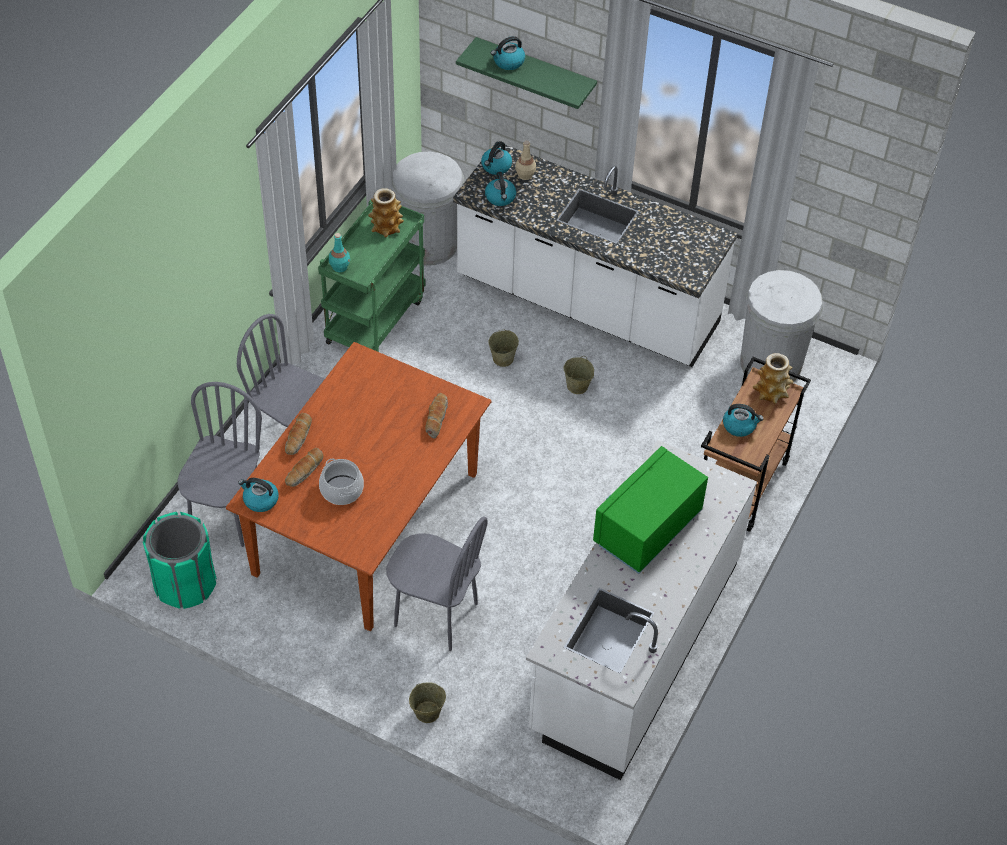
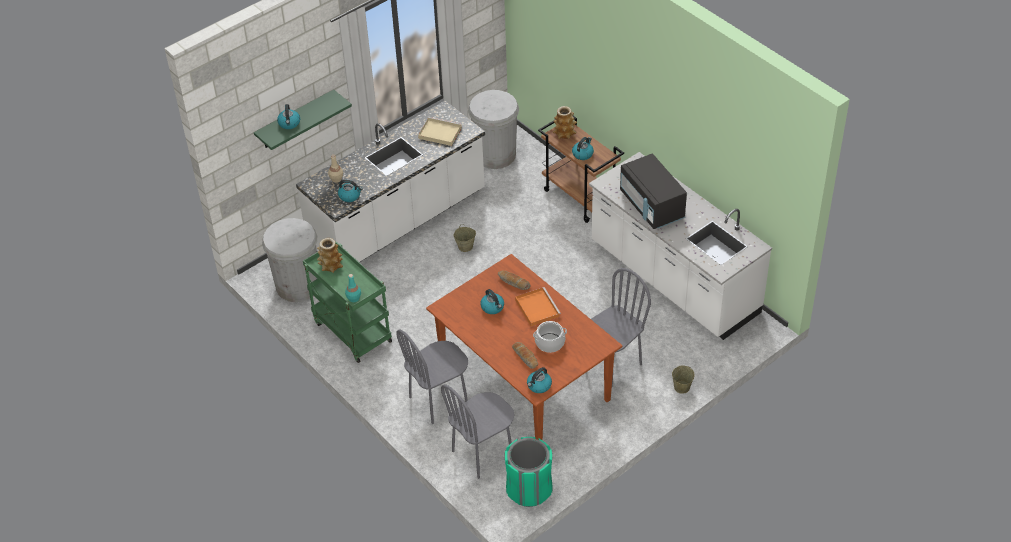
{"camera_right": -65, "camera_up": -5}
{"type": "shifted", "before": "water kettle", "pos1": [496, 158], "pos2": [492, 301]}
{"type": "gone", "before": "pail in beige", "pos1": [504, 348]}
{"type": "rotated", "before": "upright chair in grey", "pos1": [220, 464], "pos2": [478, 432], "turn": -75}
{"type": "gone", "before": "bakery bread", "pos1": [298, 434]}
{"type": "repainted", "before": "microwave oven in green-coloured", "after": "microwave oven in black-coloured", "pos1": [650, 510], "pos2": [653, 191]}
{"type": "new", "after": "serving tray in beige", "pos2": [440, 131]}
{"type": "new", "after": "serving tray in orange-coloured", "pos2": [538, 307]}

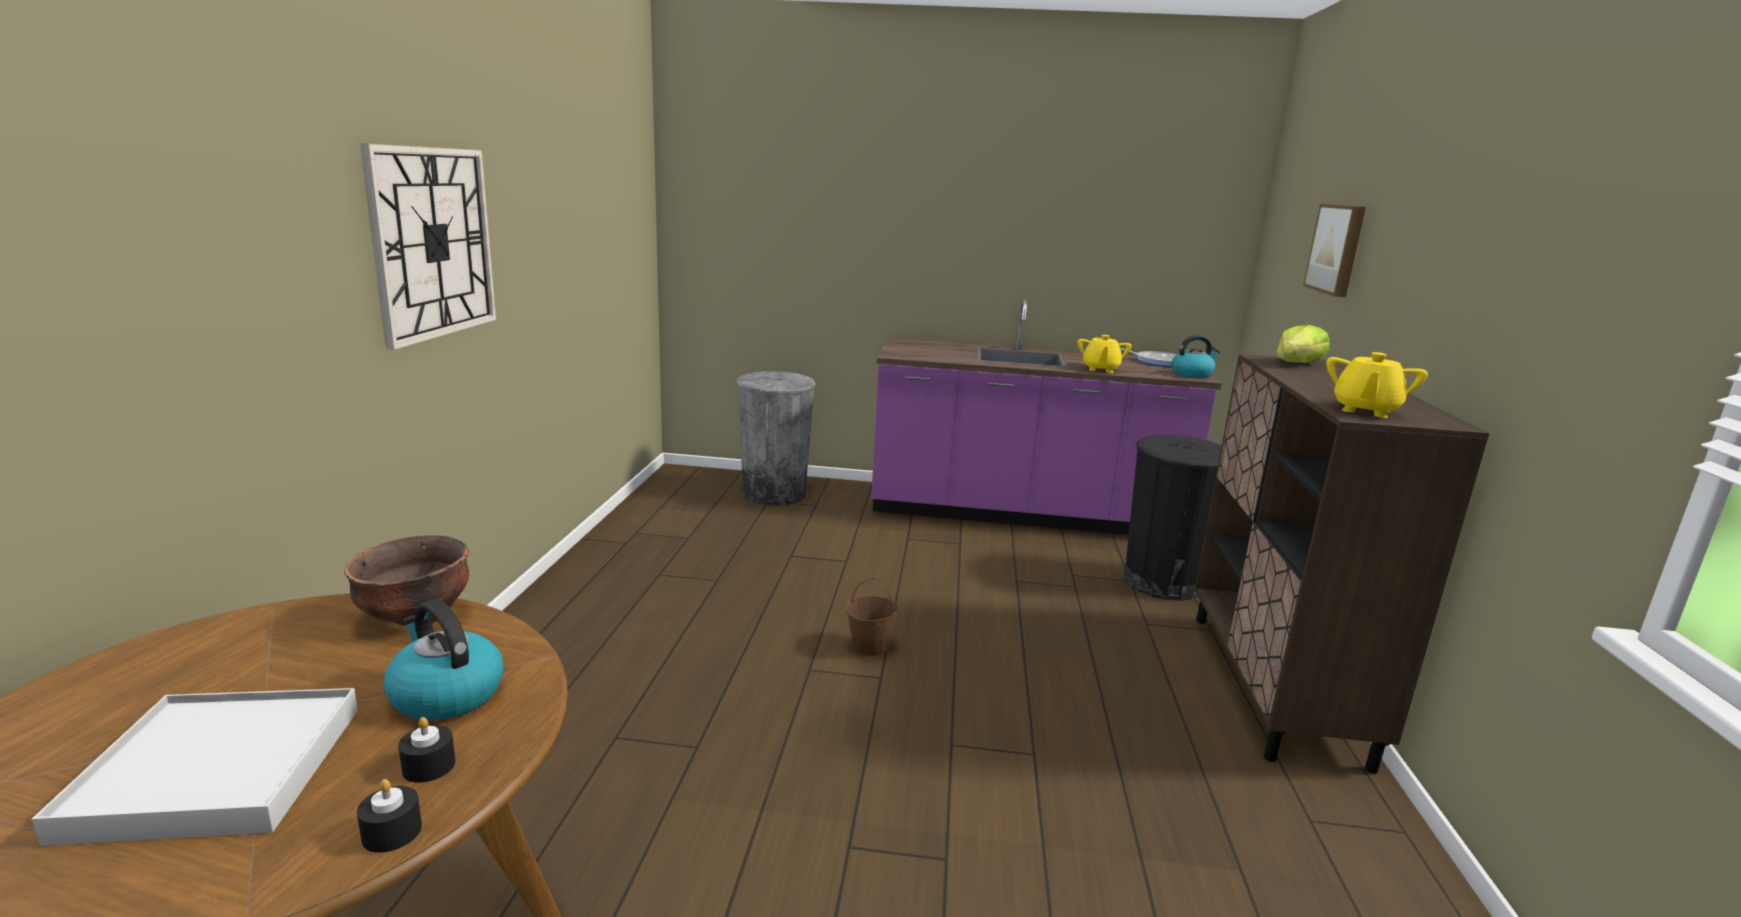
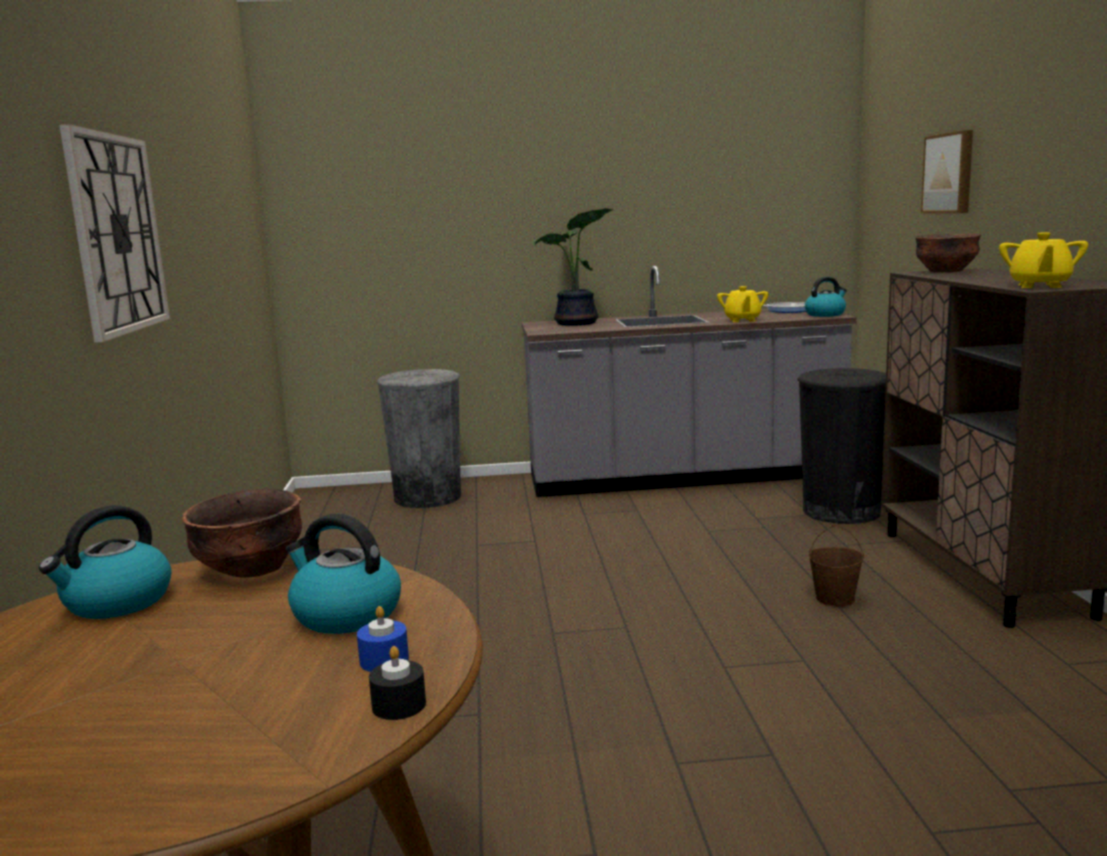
{"camera_right": -10, "camera_up": -5}
{"type": "repainted", "before": "counter in purplish", "after": "counter in grey", "pos1": [1046, 417], "pos2": [689, 381]}
{"type": "swapped", "before": "head of lettuce", "after": "bowl in brownish", "pos1": [1303, 344], "pos2": [948, 252]}
{"type": "shifted", "before": "pail in brownish", "pos1": [872, 617], "pos2": [836, 566]}
{"type": "gone", "before": "serving tray in whitish", "pos1": [195, 767]}
{"type": "repainted", "before": "candle in black-coloured", "after": "candle in blue", "pos1": [426, 750], "pos2": [383, 639]}
{"type": "new", "after": "houseplant", "pos2": [573, 267]}
{"type": "new", "after": "water kettle", "pos2": [105, 562]}

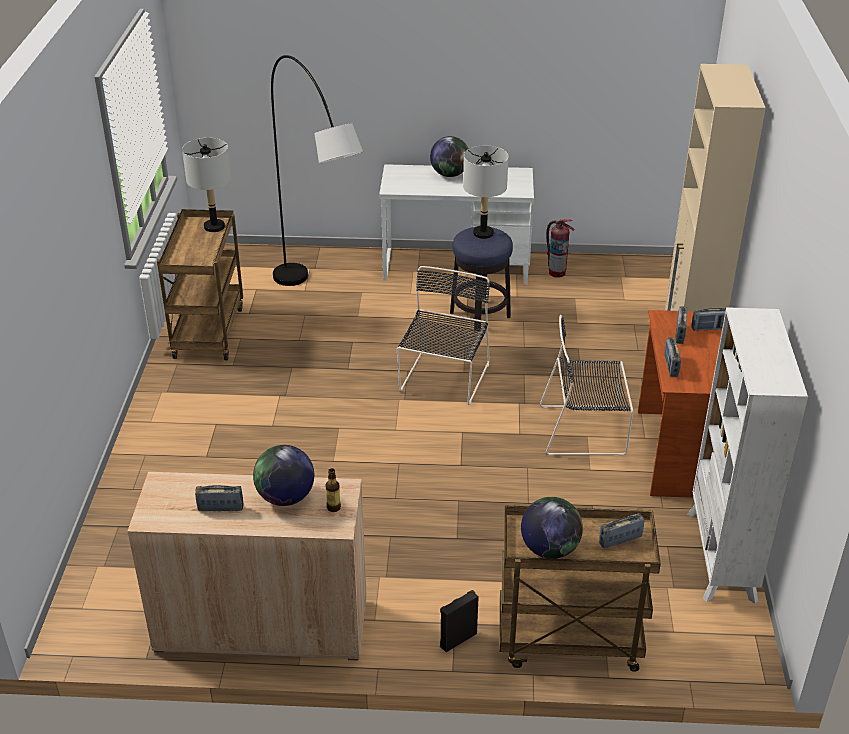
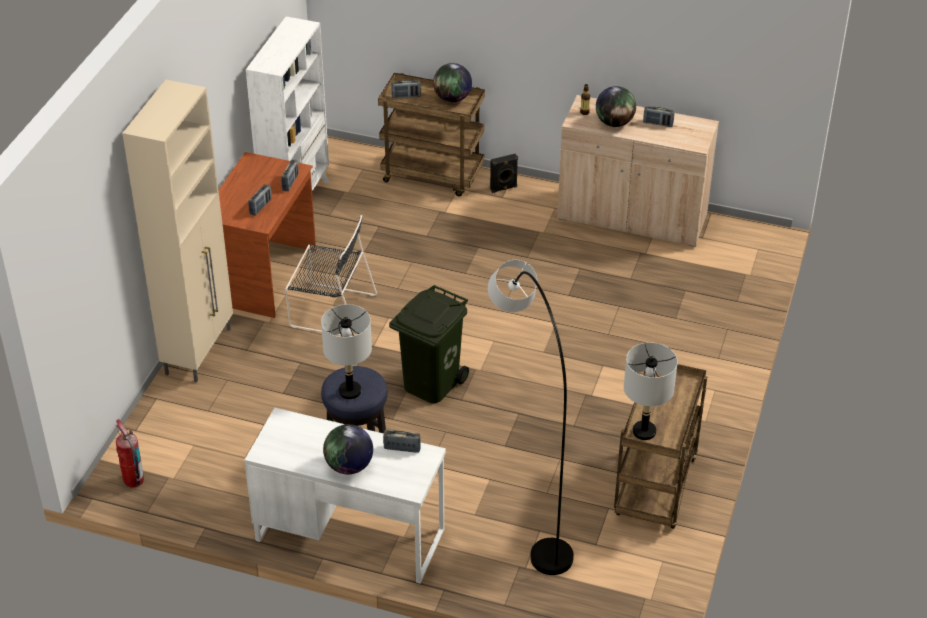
{"camera_right": -165, "camera_up": 5}
{"type": "shifted", "before": "fire-fighting cylinder", "pos1": [560, 248], "pos2": [130, 453]}
{"type": "swapped", "before": "upright chair in black-coloured", "after": "waste bin in green-coloured", "pos1": [443, 335], "pos2": [429, 344]}
{"type": "shifted", "before": "radio set", "pos1": [709, 319], "pos2": [402, 441]}

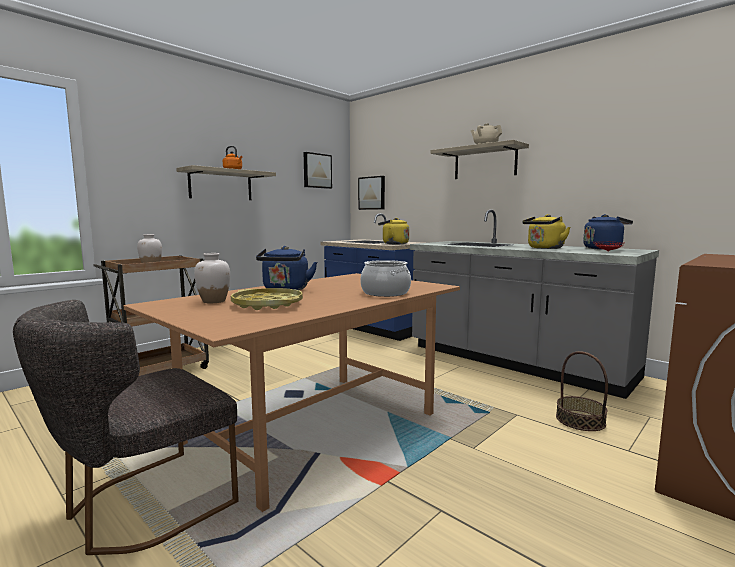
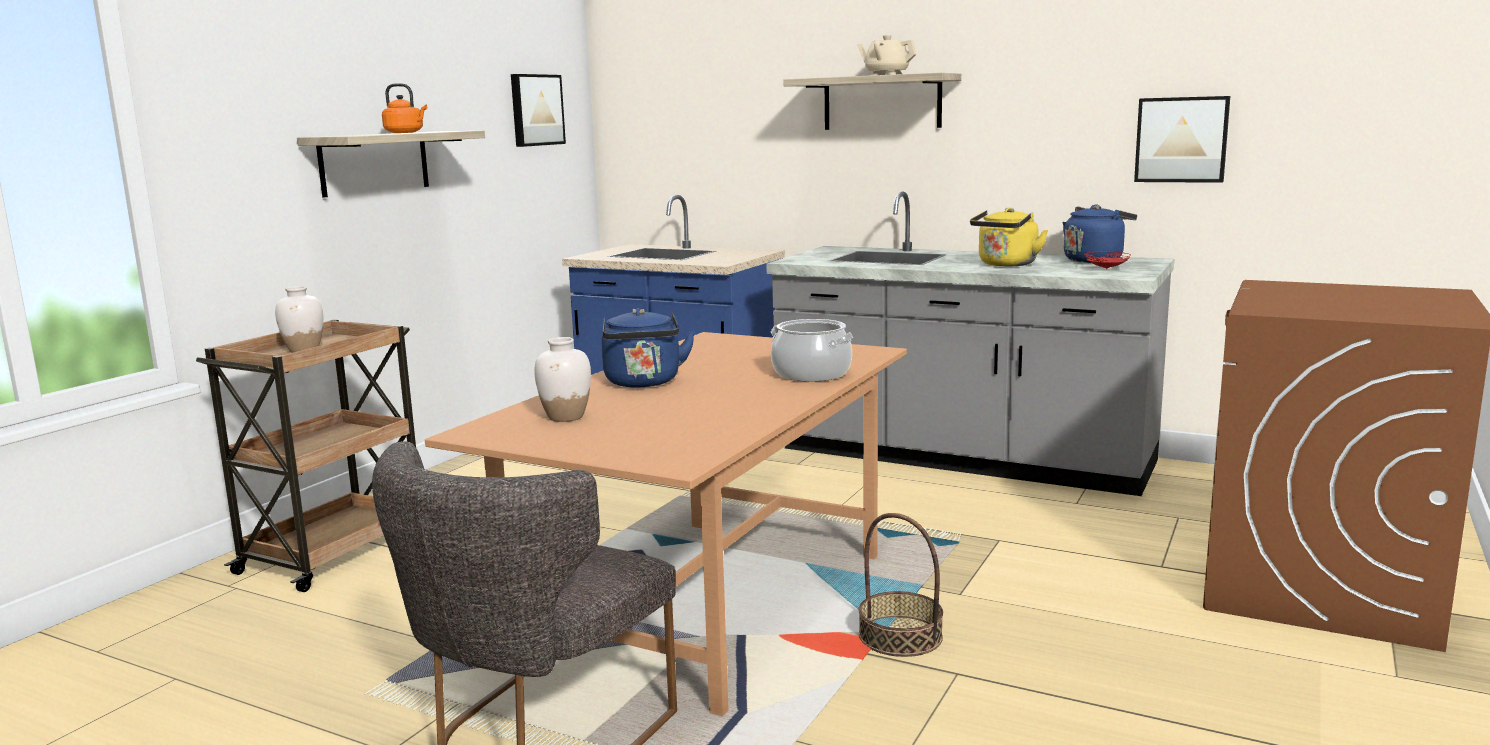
{"camera_right": -15, "camera_up": 5}
{"type": "shifted", "before": "picture", "pos1": [371, 193], "pos2": [1182, 139]}
{"type": "gone", "before": "water kettle in yellowish", "pos1": [393, 231]}
{"type": "gone", "before": "serving tray in yellowish", "pos1": [267, 299]}
{"type": "shifted", "before": "basket", "pos1": [582, 391], "pos2": [901, 585]}

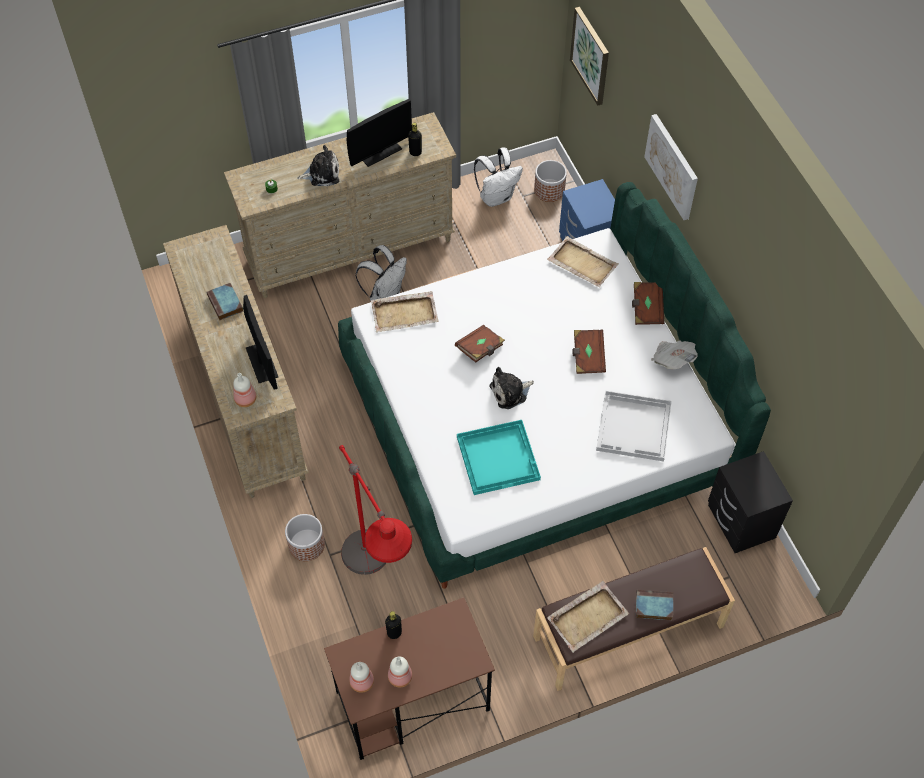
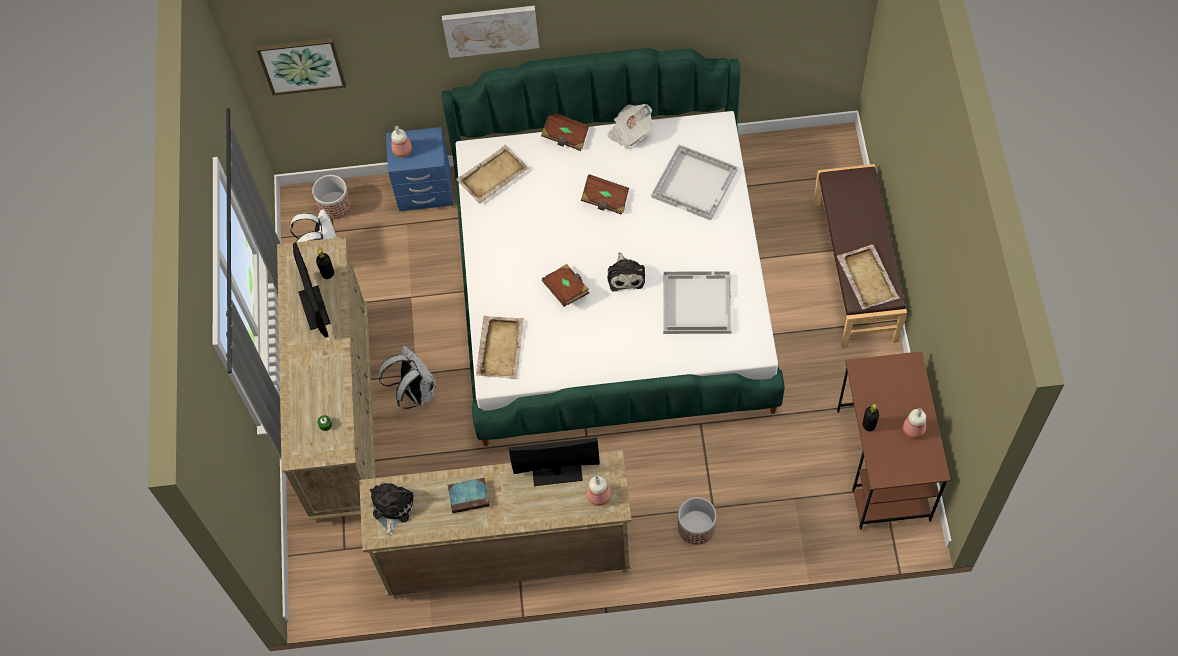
{"camera_right": -70, "camera_up": 5}
{"type": "shifted", "before": "soft toy", "pos1": [318, 165], "pos2": [391, 509]}
{"type": "repainted", "before": "serving tray in turquoise", "after": "serving tray in whitish", "pos1": [499, 457], "pos2": [697, 302]}
{"type": "gone", "before": "standard lamp in reddish", "pos1": [375, 510]}
{"type": "gone", "before": "bedside table in black-coloured", "pos1": [750, 502]}
{"type": "gone", "before": "bound book", "pos1": [654, 605]}
{"type": "shifted", "before": "bottle", "pos1": [361, 677], "pos2": [401, 141]}

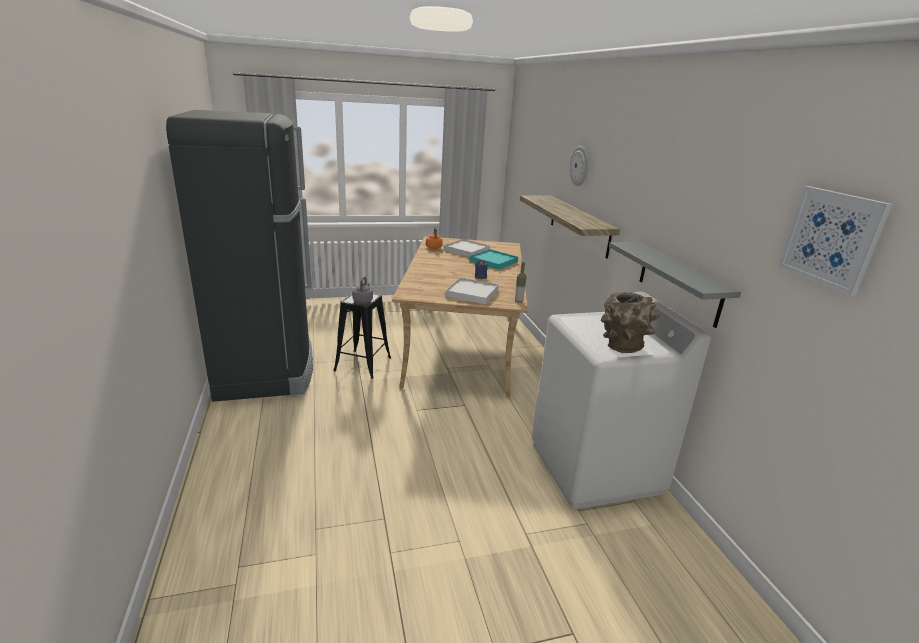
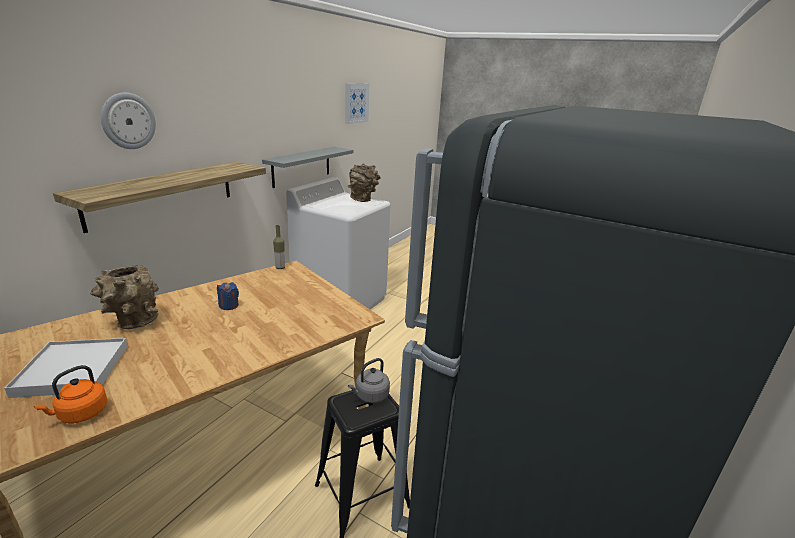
{"camera_right": -135, "camera_up": 0}
{"type": "swapped", "before": "serving tray in turquoise", "after": "flower vase in brownish", "pos1": [493, 259], "pos2": [124, 297]}
{"type": "gone", "before": "serving tray in whitish", "pos1": [472, 291]}

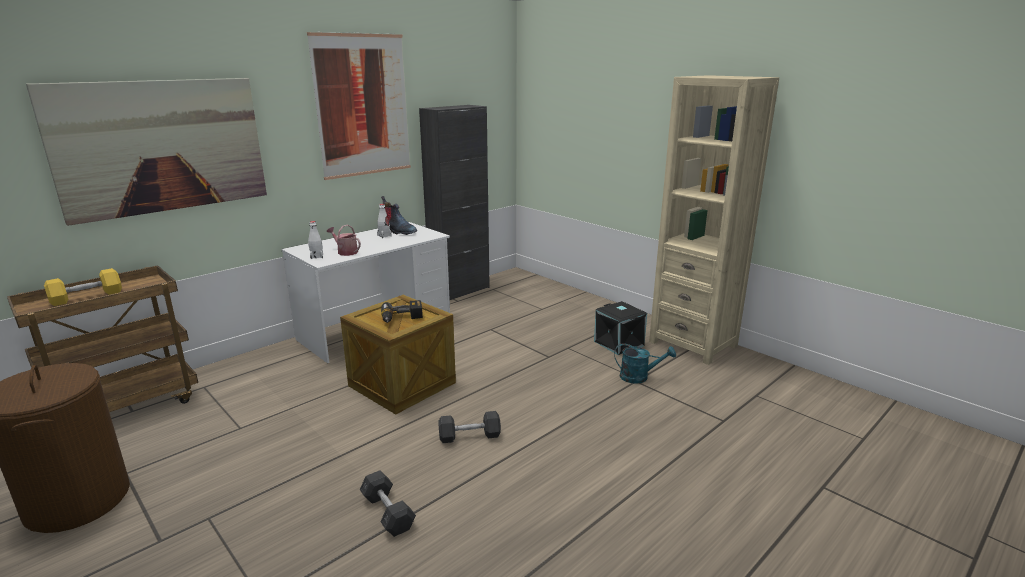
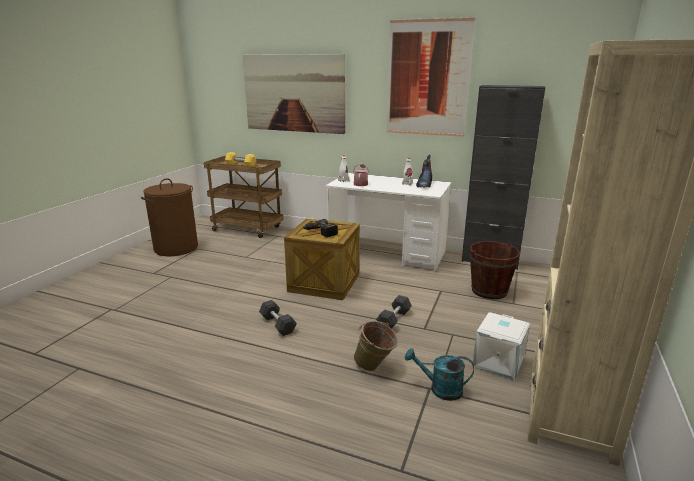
{"camera_right": 65, "camera_up": 0}
{"type": "repainted", "before": "storage container in black-coloured", "after": "storage container in whitish", "pos1": [620, 328], "pos2": [501, 346]}
{"type": "rotated", "before": "watering can in turquoise", "pos1": [645, 363], "pos2": [439, 374], "turn": 120}
{"type": "shifted", "before": "free weight in grey", "pos1": [388, 503], "pos2": [394, 312]}
{"type": "new", "after": "pail in brownish", "pos2": [495, 270]}
{"type": "new", "after": "pail in green-coloured", "pos2": [376, 346]}

